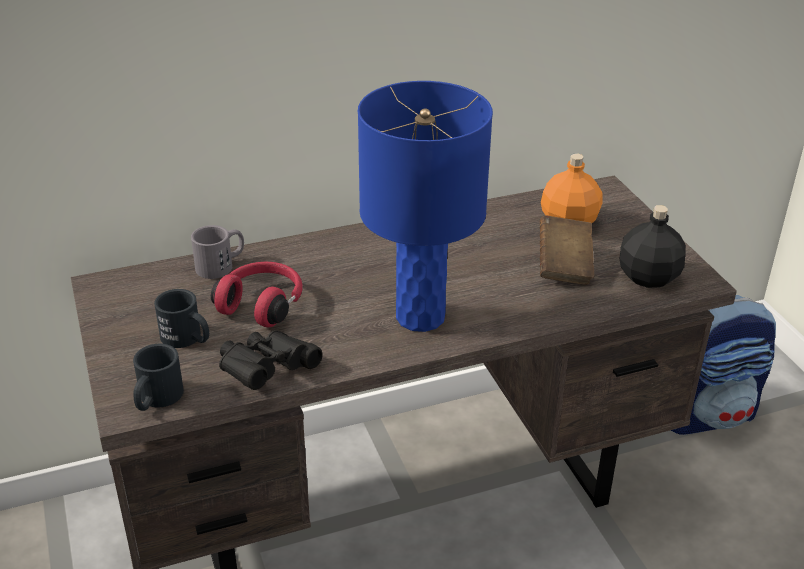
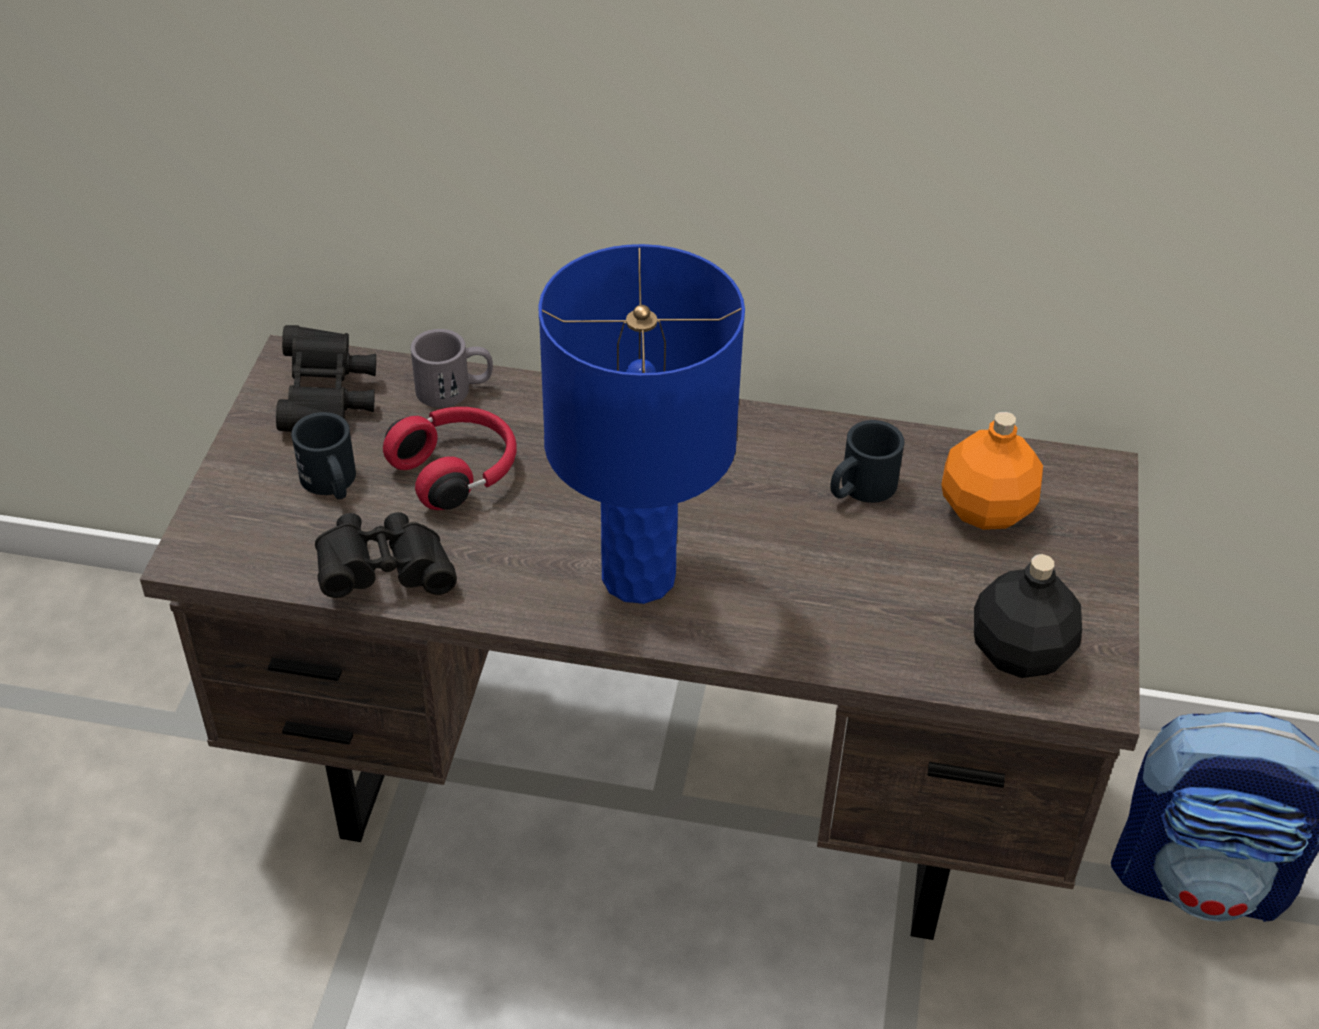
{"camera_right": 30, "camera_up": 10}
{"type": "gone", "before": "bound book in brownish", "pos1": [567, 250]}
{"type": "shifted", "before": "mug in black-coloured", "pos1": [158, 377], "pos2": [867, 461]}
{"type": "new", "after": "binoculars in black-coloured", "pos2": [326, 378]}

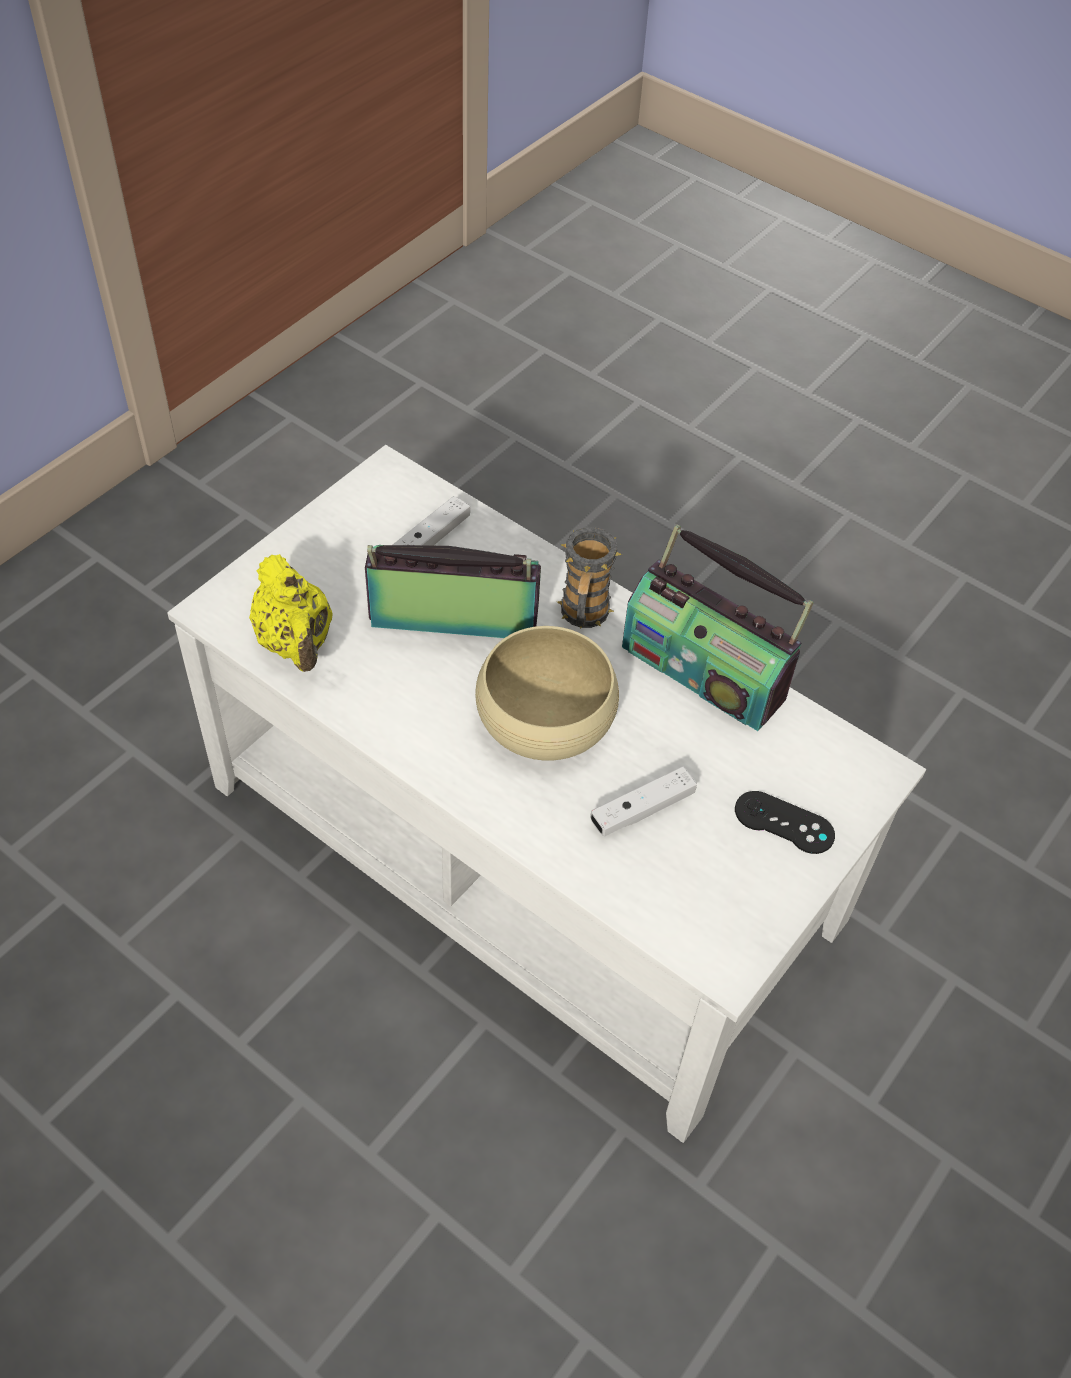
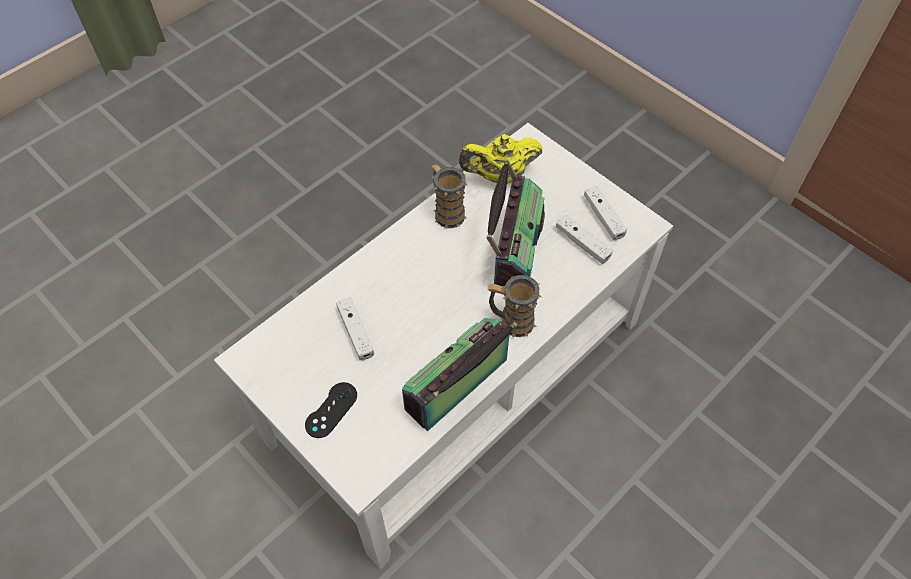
{"camera_right": 100, "camera_up": 5}
{"type": "gone", "before": "bowl in beige", "pos1": [547, 693]}
{"type": "new", "after": "mug", "pos2": [449, 196]}
{"type": "new", "after": "game controller in whitish", "pos2": [605, 213]}

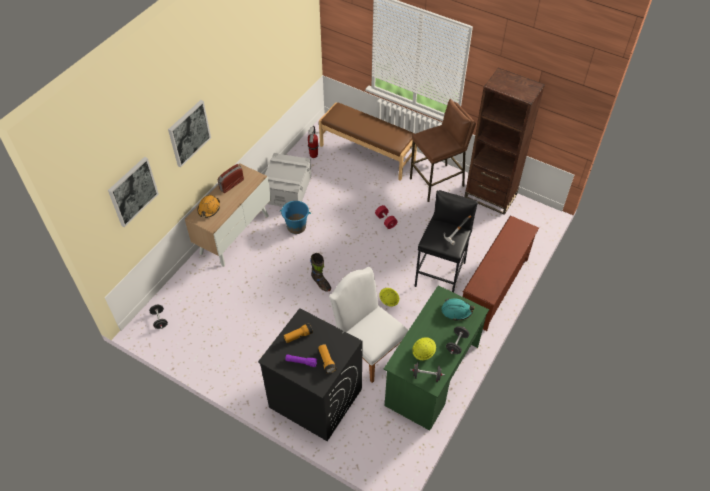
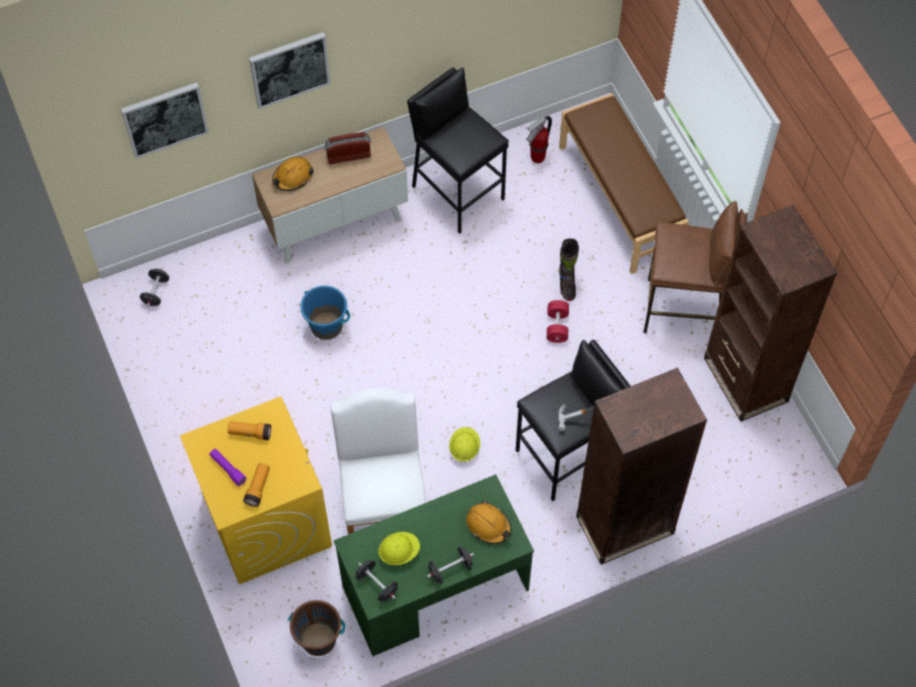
{"camera_right": 35, "camera_up": 10}
{"type": "swapped", "before": "storage container in grey", "after": "sitting stool in black-coloured", "pos1": [288, 180], "pos2": [458, 150]}
{"type": "shifted", "before": "pail in blue", "pos1": [295, 217], "pos2": [325, 313]}
{"type": "swapped", "before": "shoe stand in brownish", "after": "shelving unit in brownish", "pos1": [501, 273], "pos2": [641, 466]}
{"type": "shifted", "before": "boot in black-coloured", "pos1": [320, 272], "pos2": [569, 269]}
{"type": "repainted", "before": "safety helmet in turquoise", "after": "safety helmet in orange-coloured", "pos1": [457, 309], "pos2": [488, 522]}
{"type": "repainted", "before": "laundry machine in black-coloured", "after": "laundry machine in yellowish", "pos1": [310, 374], "pos2": [256, 490]}
{"type": "new", "after": "pail in brownish", "pos2": [316, 628]}

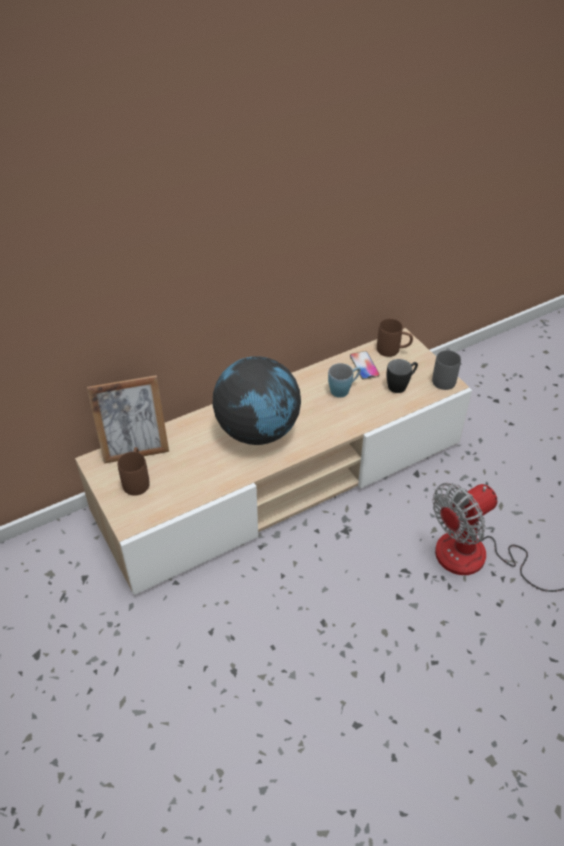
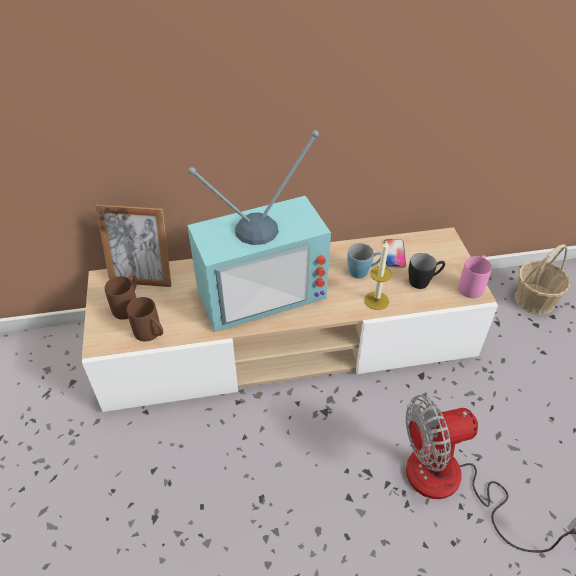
{"camera_right": 20, "camera_up": 0}
{"type": "shifted", "before": "mug in brownish", "pos1": [395, 338], "pos2": [145, 319]}
{"type": "repainted", "before": "mug in grey", "after": "mug in pinkish", "pos1": [446, 369], "pos2": [475, 276]}
{"type": "swapped", "before": "desk globe", "after": "TV set", "pos1": [257, 400], "pos2": [259, 231]}
{"type": "new", "after": "candle", "pos2": [378, 275]}
{"type": "new", "after": "basket", "pos2": [542, 279]}

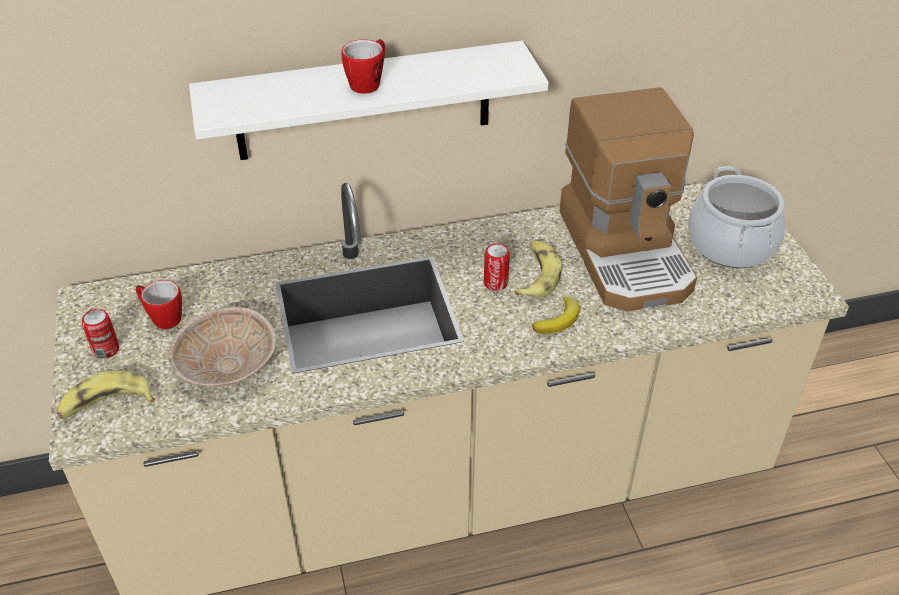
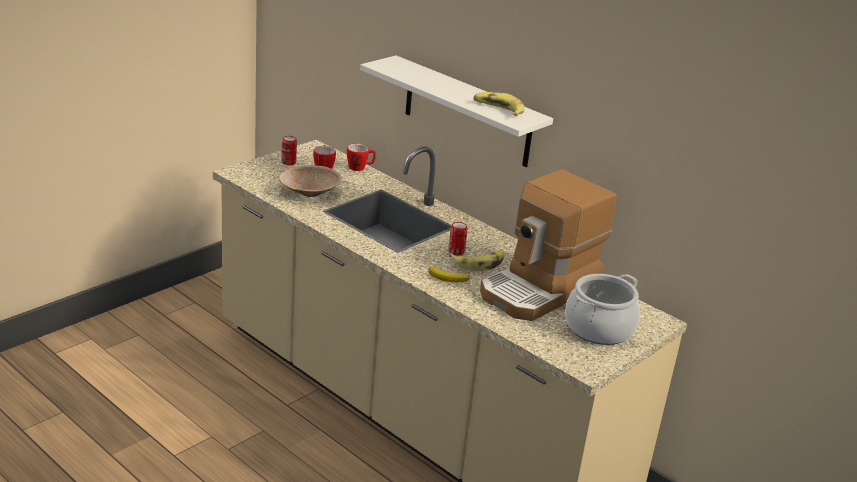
{"camera_right": 55, "camera_up": -15}
{"type": "shifted", "before": "mug", "pos1": [363, 66], "pos2": [361, 157]}
{"type": "shifted", "before": "banana fruit", "pos1": [106, 395], "pos2": [499, 104]}

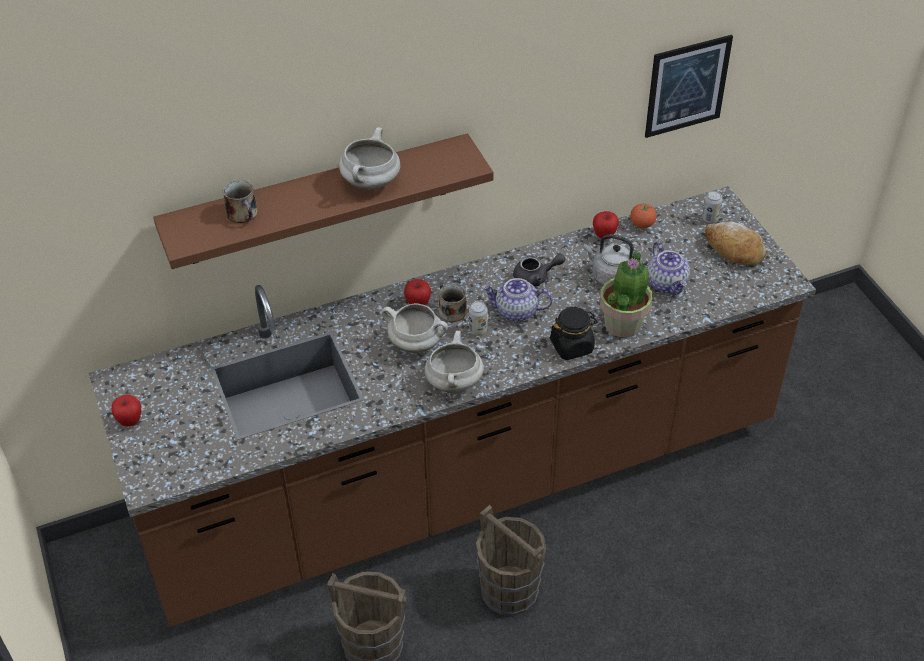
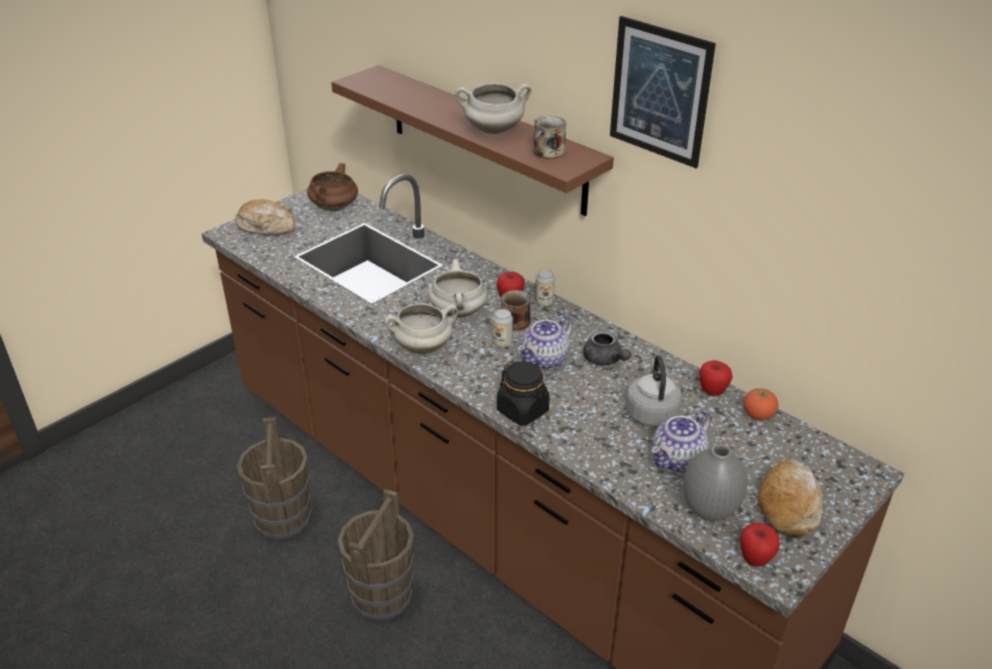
{"camera_right": 65, "camera_up": -10}
{"type": "shifted", "before": "picture", "pos1": [689, 86], "pos2": [663, 92]}
{"type": "shifted", "before": "mug", "pos1": [240, 201], "pos2": [549, 137]}
{"type": "shifted", "before": "can", "pos1": [712, 207], "pos2": [545, 288]}
{"type": "gone", "before": "houseplant", "pos1": [626, 294]}
{"type": "rotated", "before": "pot for tea", "pos1": [517, 300], "pos2": [545, 342], "turn": -120}
{"type": "shifted", "before": "whole apple", "pos1": [126, 411], "pos2": [760, 545]}
{"type": "new", "after": "cooking pot in brownish", "pos2": [332, 187]}
{"type": "new", "after": "bakery bread", "pos2": [265, 217]}
{"type": "new", "after": "flower vase in grey", "pos2": [715, 482]}

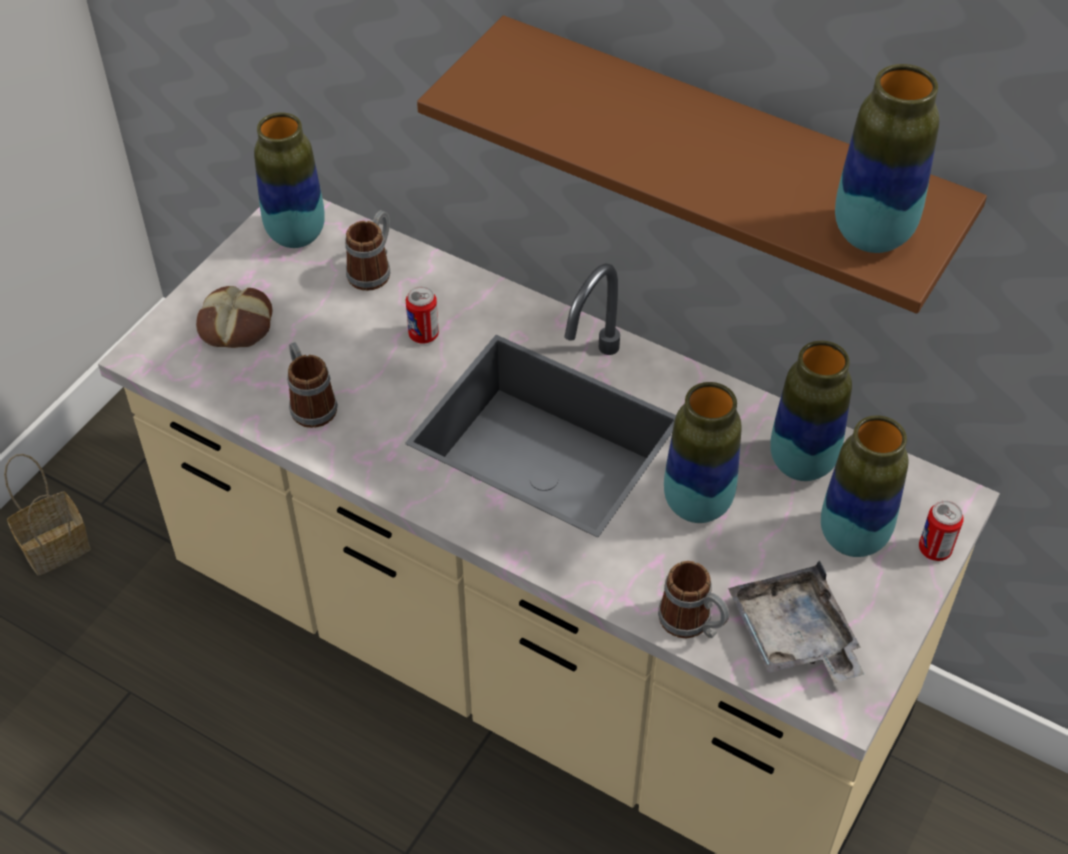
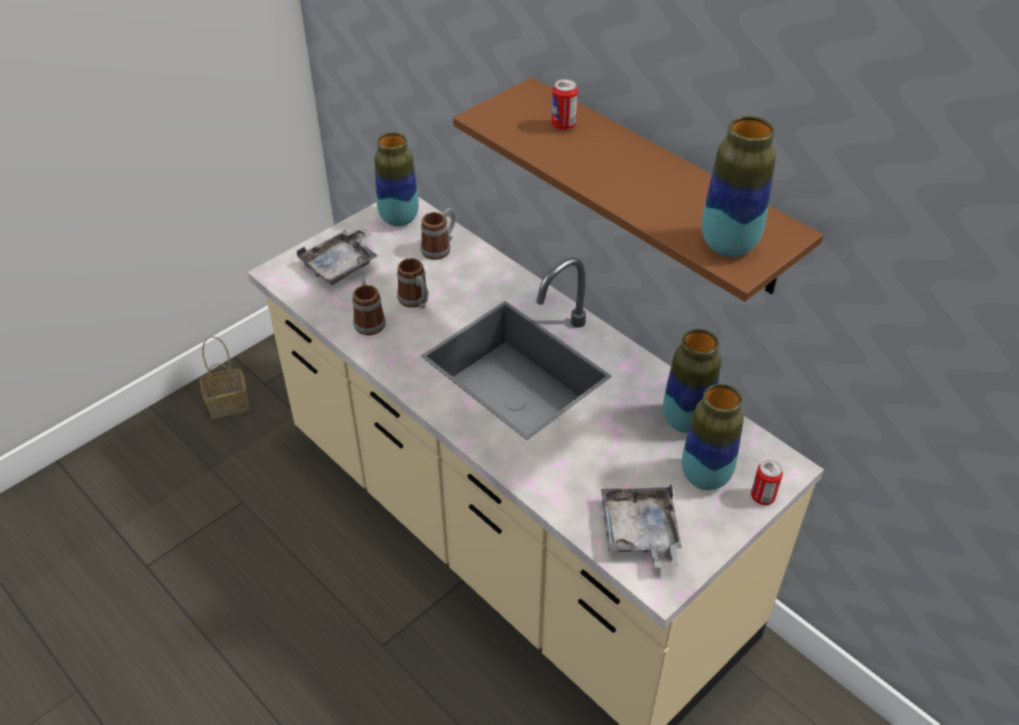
{"camera_right": 15, "camera_up": -5}
{"type": "swapped", "before": "bakery bread", "after": "serving tray in grey", "pos1": [234, 317], "pos2": [337, 255]}
{"type": "shifted", "before": "can", "pos1": [422, 315], "pos2": [565, 104]}
{"type": "gone", "before": "flower vase", "pos1": [703, 452]}
{"type": "shifted", "before": "mug", "pos1": [693, 599], "pos2": [413, 283]}

